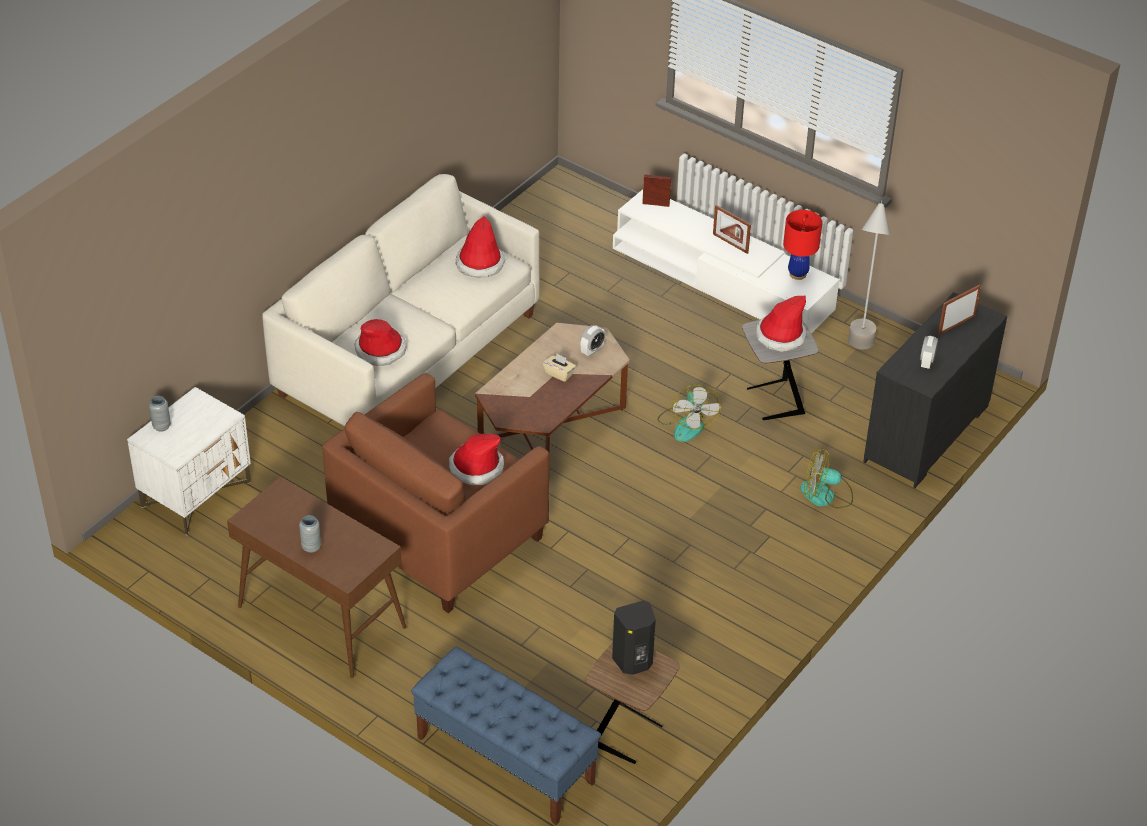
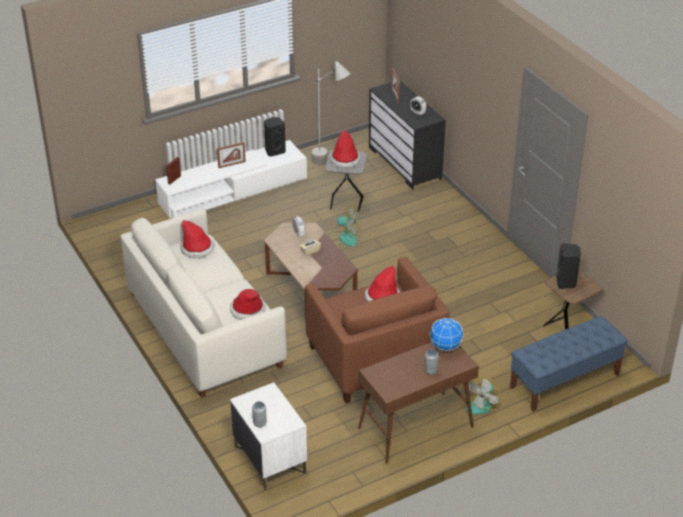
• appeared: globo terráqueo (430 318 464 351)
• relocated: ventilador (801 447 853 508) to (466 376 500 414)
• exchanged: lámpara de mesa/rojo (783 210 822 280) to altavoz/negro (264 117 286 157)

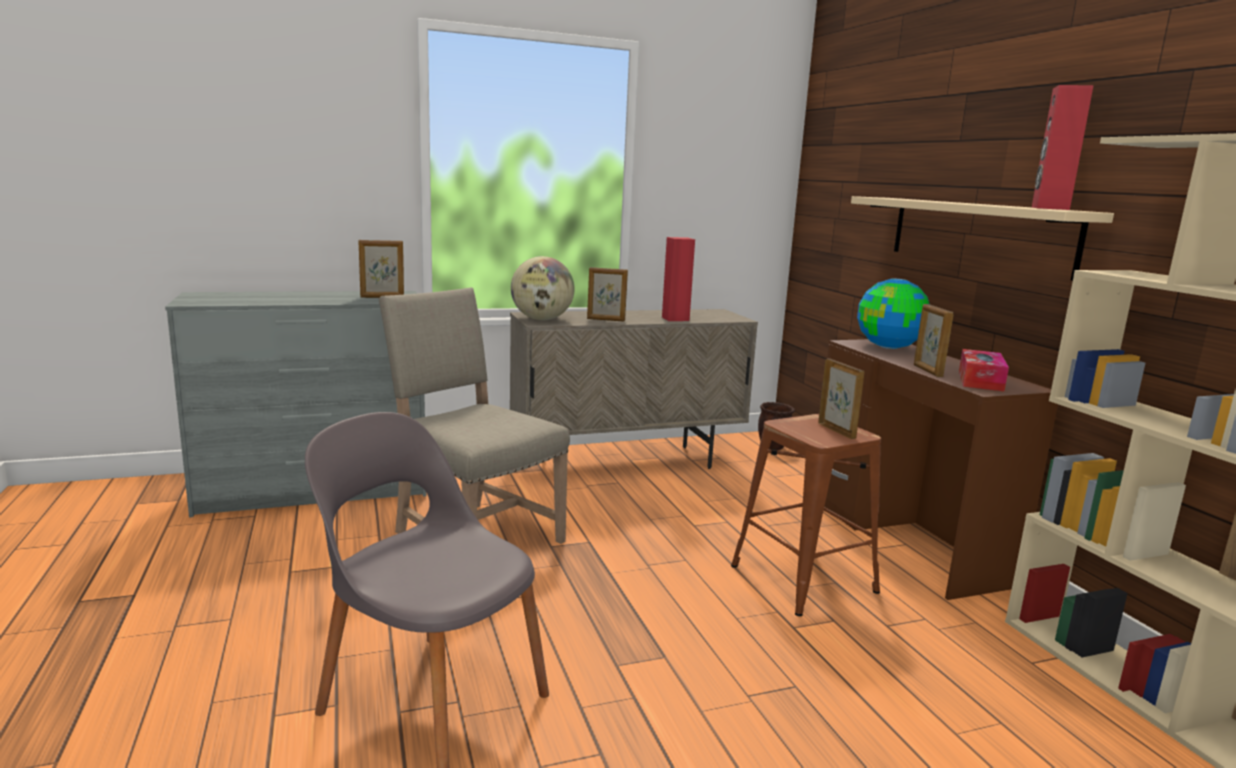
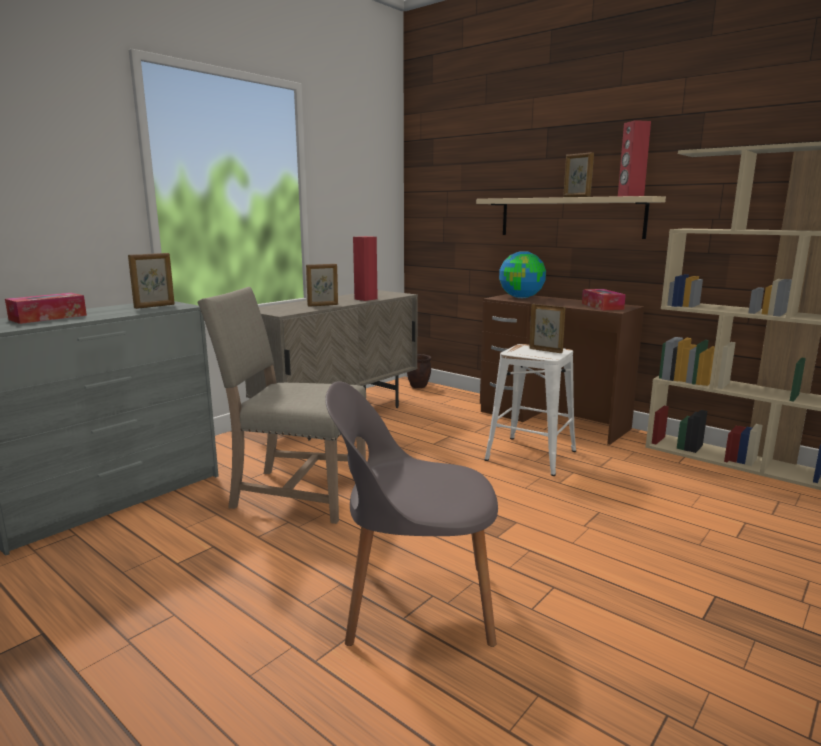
• missing: globo terráqueo (511 256 575 320)
• appeared: caja de pañuelos (5 293 87 324)
• relocated: portarretratos (914 304 954 377) to (563 152 594 197)
• colour: taburete/marrón (731 414 881 616) to taburete/blanco (485 344 576 476)

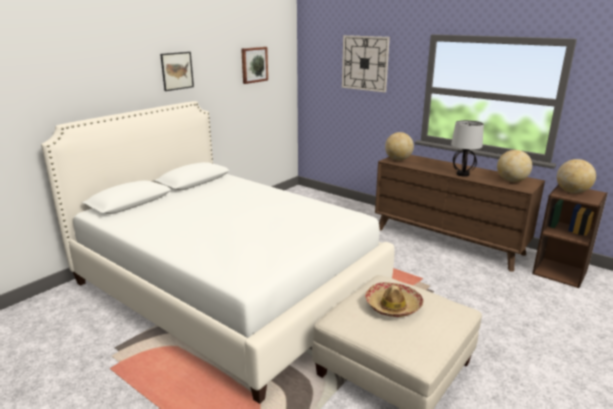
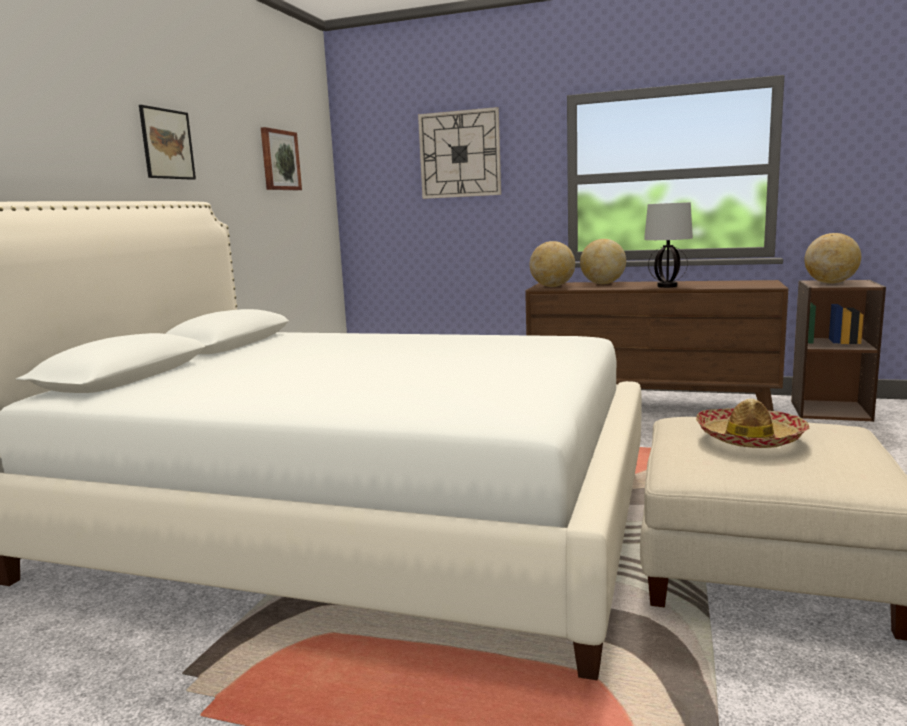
• relocated: globo terráqueo (497 150 532 182) to (580 239 626 284)

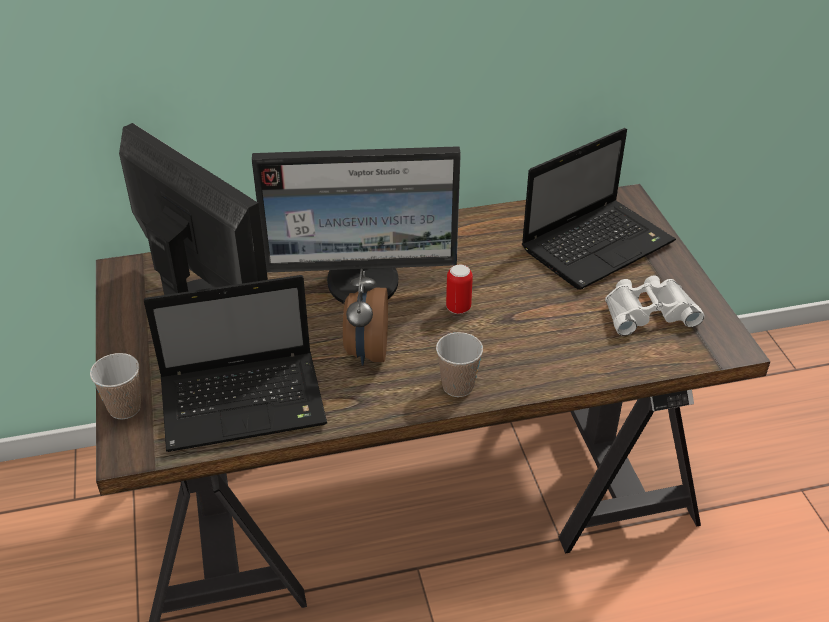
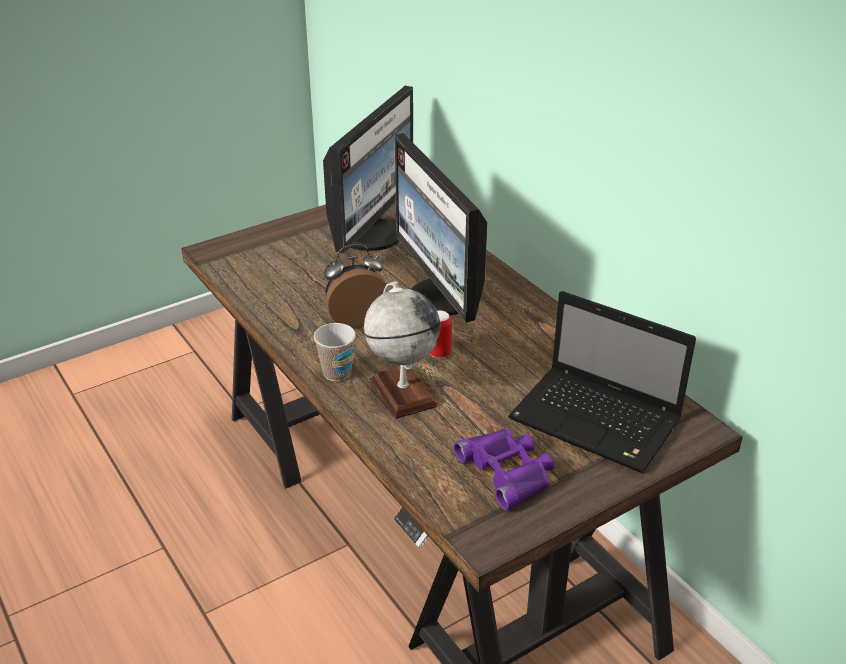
• missing: taza (90 353 141 419)
• missing: portátil (144 275 327 452)
• appeared: globo terráqueo (364 282 441 419)
• colour: prismáticos/blanco (605 276 704 336) to prismáticos/morado (454 428 554 510)

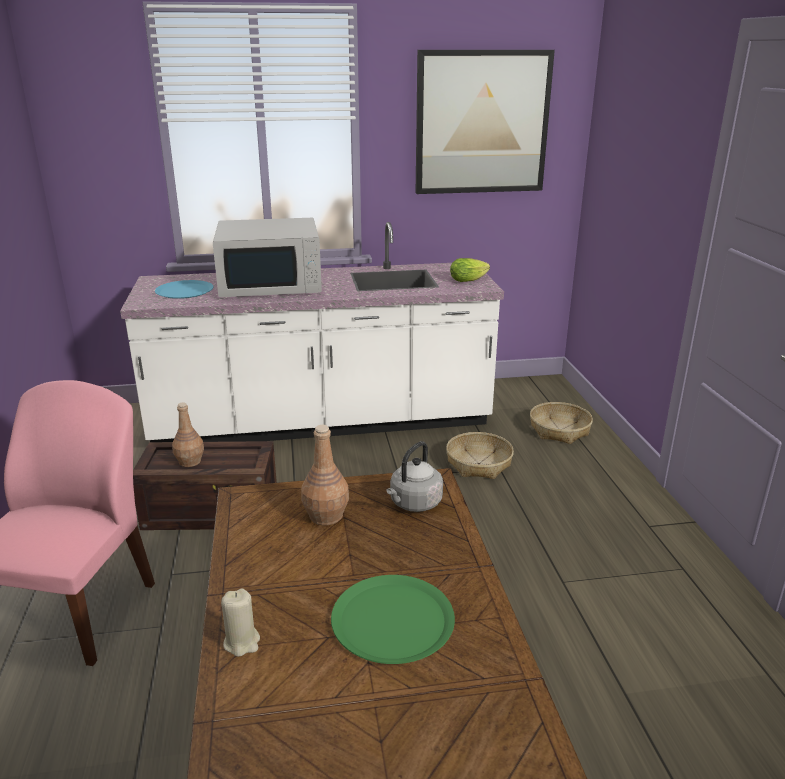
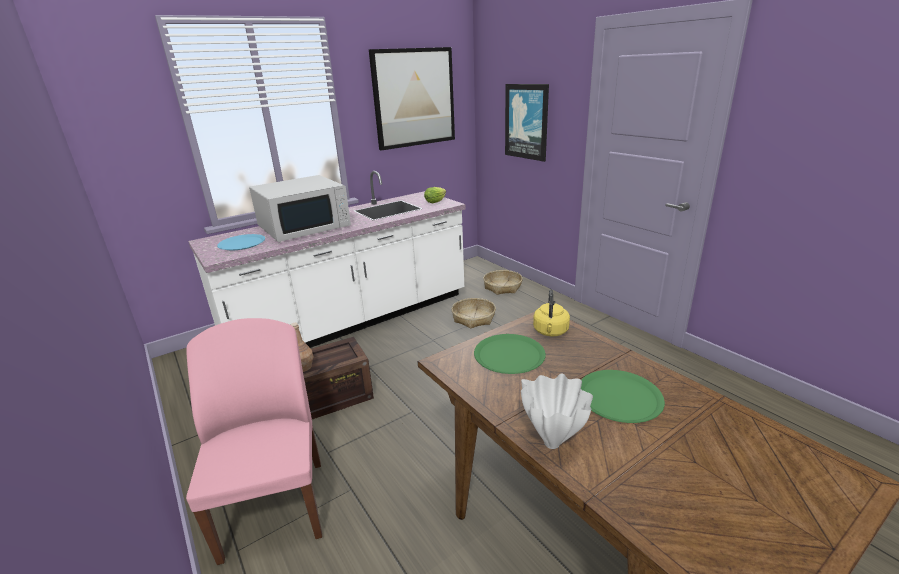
• appeared: cuadro (505 84 549 162)
• exchanged: vela/beis (221 589 260 657) to florero/blanco (521 373 593 449)
• exchanged: botella/marrón (301 425 349 525) to plato/verde (474 334 546 374)
• colour: hervidor/gris (386 441 443 512) to hervidor/amarillo (533 289 570 336)

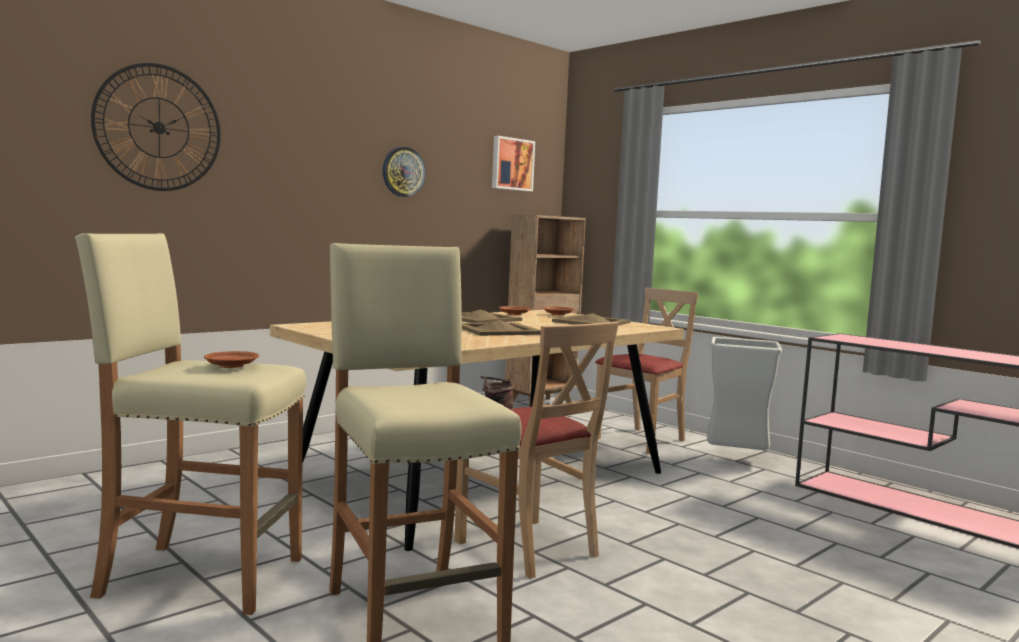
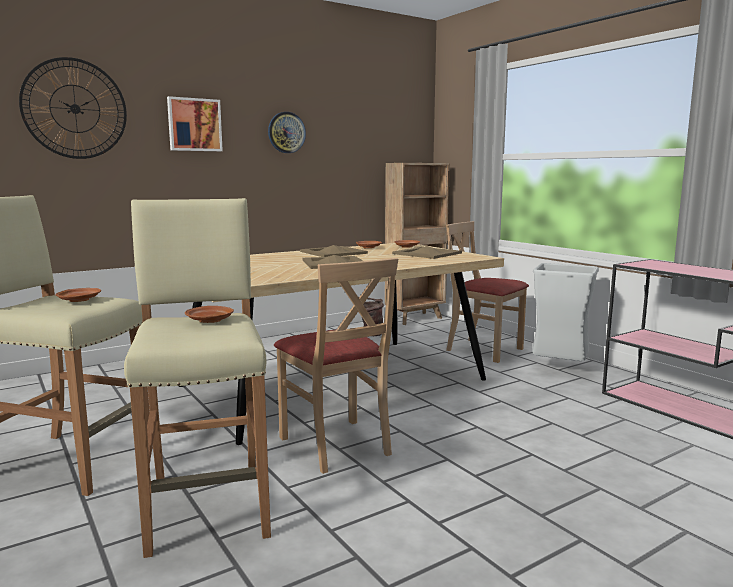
• appeared: plato/marrón (185 306 234 323)
• relocated: cuadro (492 136 535 192) to (167 96 223 151)
• spun: silla/beis (595 287 698 454) = (446 221 529 363) 105 degrees counterclockwise

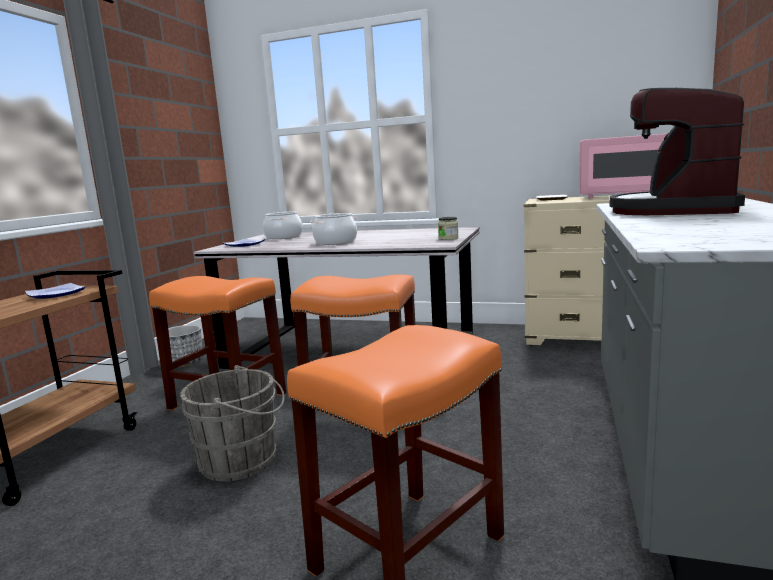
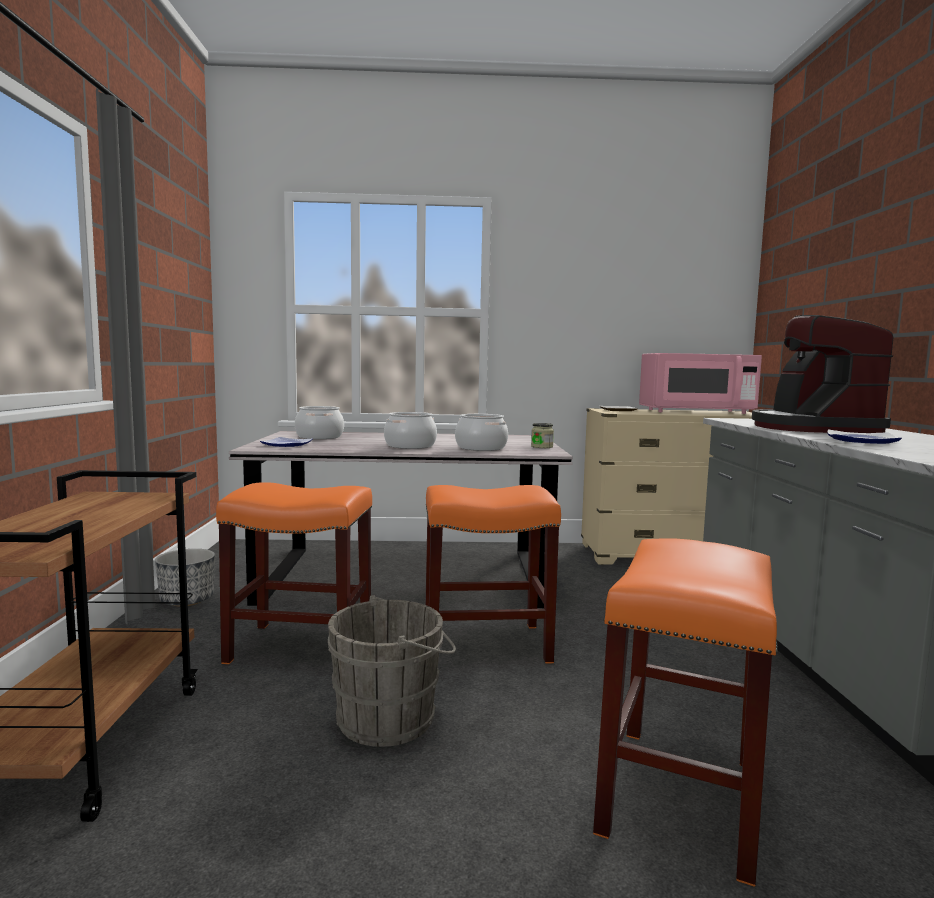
• appeared: olla (455 414 508 451)
• relocated: plato (25 283 85 299) to (827 430 902 444)

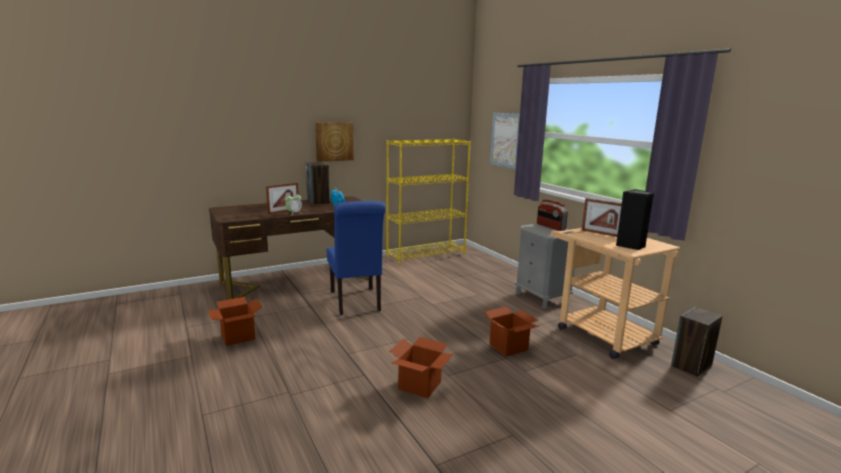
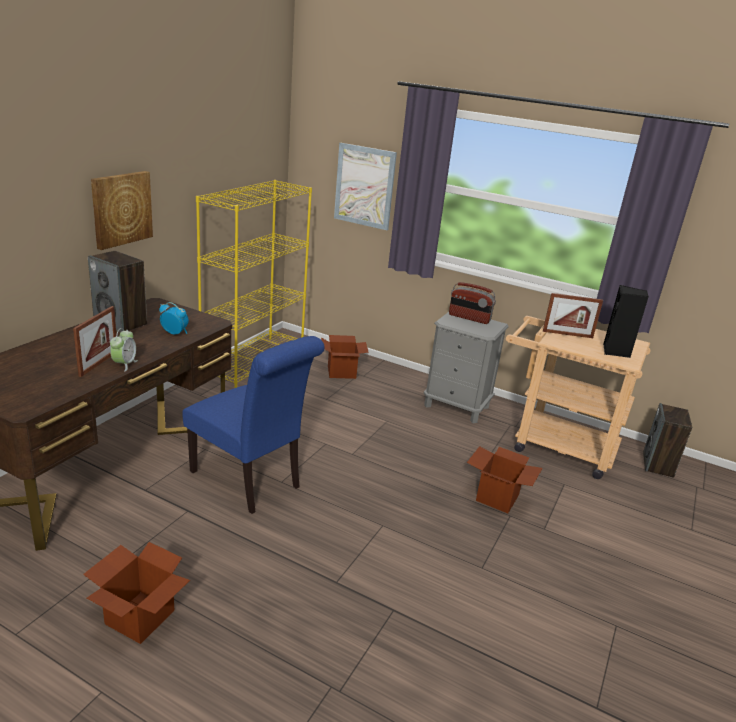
• relocated: caja de cartón (390 337 453 398) to (321 335 369 379)

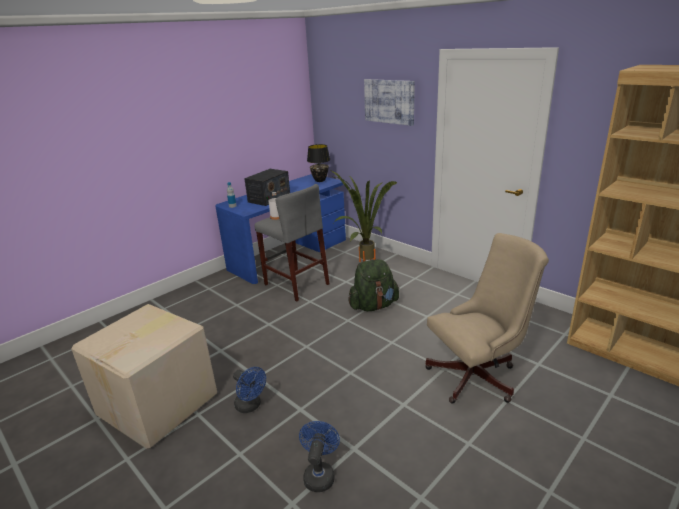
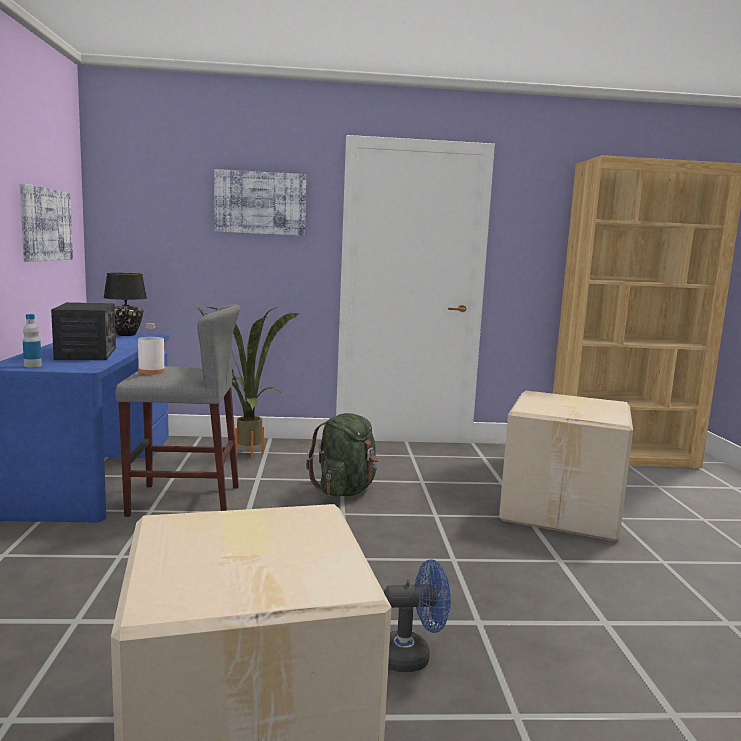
• missing: ventilador/azul (299 421 340 492)
• appeared: cuadro (19 183 73 262)
• exchanged: silla de oficina/beis (425 233 549 404) to caja de cartón (499 390 633 541)

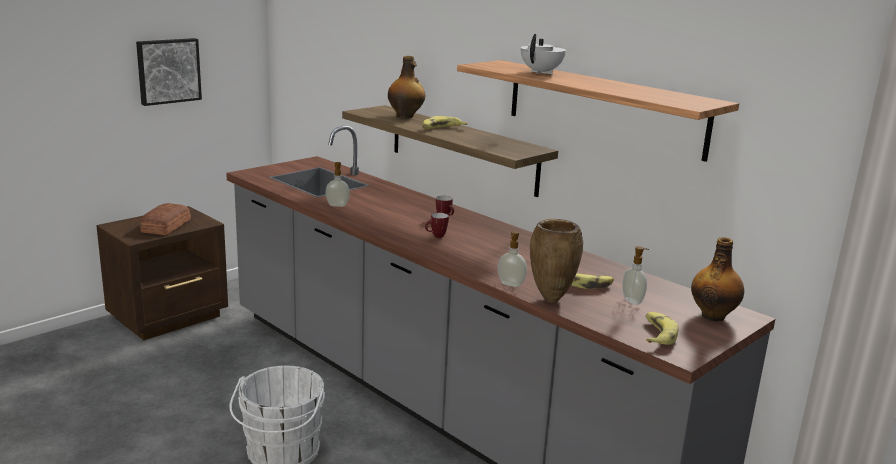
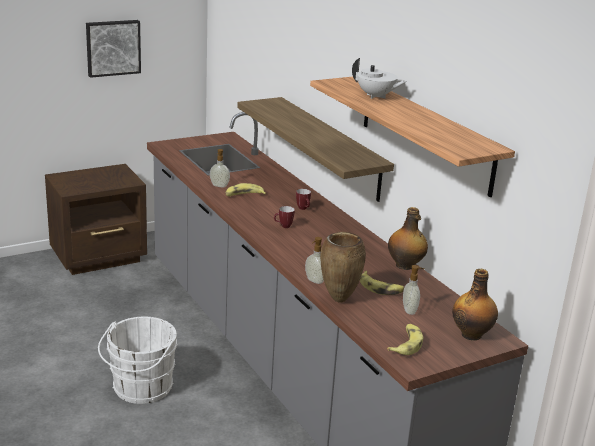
• missing: pan (140 203 191 235)
• relocated: botella (388 56 425 118) to (388 207 428 270)
• relocated: plátano (423 116 467 129) to (226 183 266 196)
• spun: tetera/blanco (521 34 566 74) = (352 58 407 99) 75 degrees clockwise

